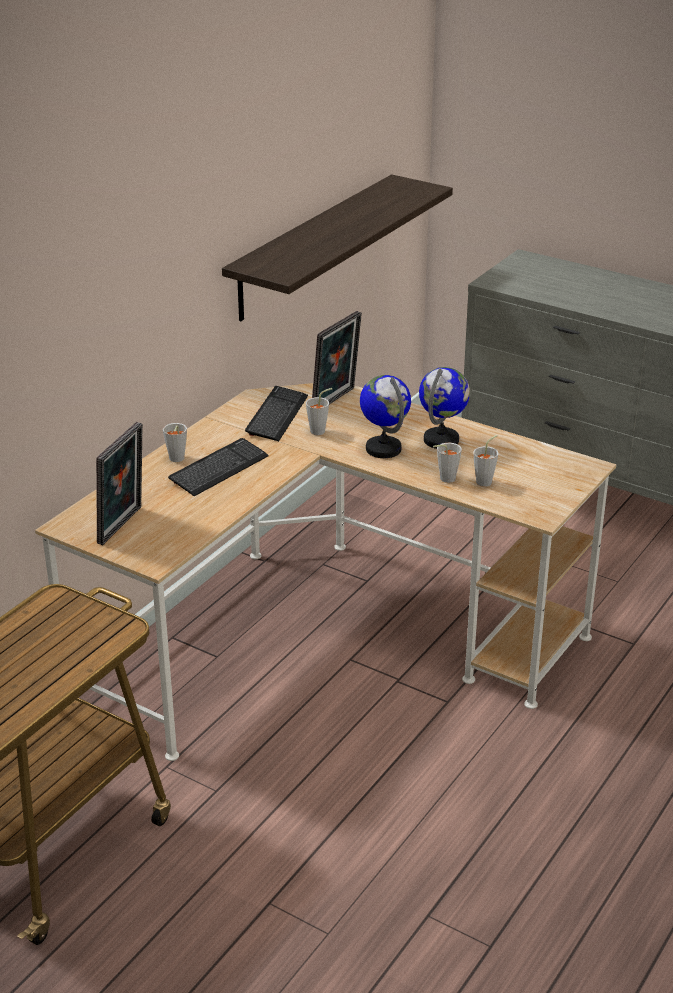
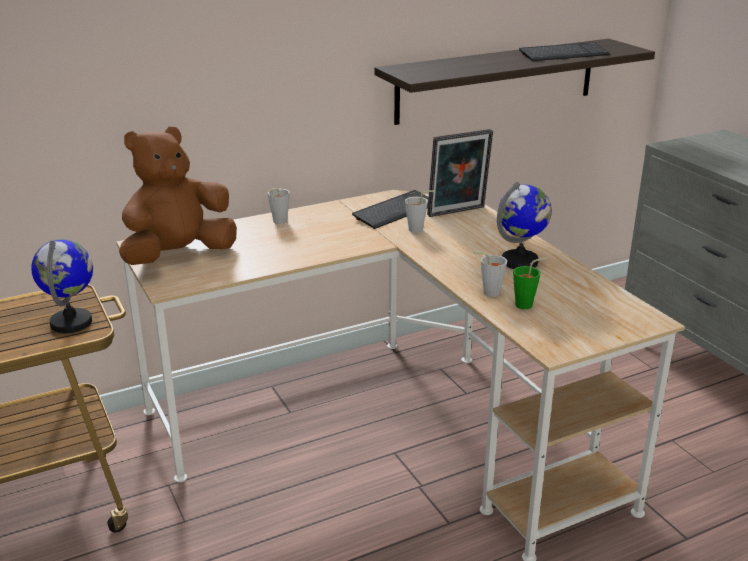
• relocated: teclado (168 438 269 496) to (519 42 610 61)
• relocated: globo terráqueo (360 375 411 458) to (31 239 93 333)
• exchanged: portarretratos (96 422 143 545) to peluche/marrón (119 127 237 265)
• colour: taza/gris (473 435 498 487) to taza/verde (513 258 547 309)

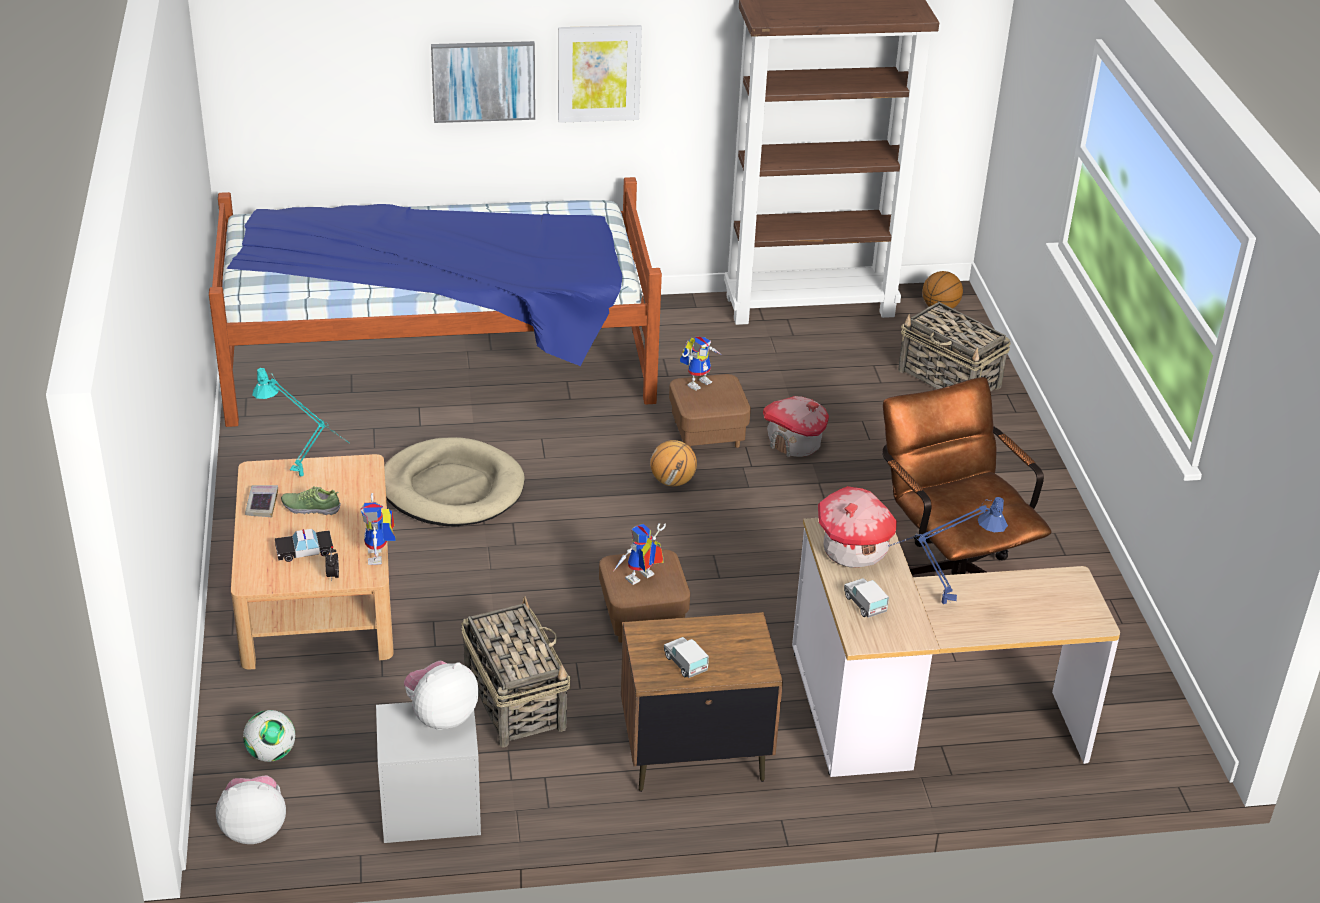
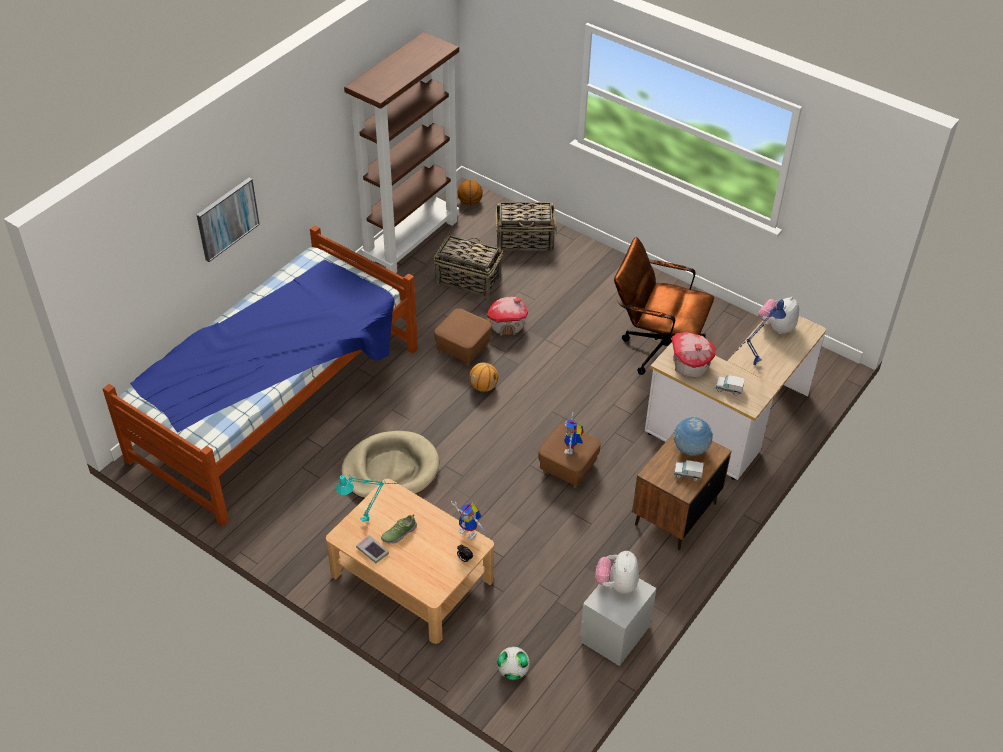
• missing: coche de juguete (275 529 333 562)
• missing: cuadro (558 25 642 123)
• missing: robot de juguete (680 337 720 391)
• appeared: globo terráqueo (673 417 713 456)
• relocated: peluche (216 775 286 844) to (758 297 799 334)
• relocated: cesta (461 596 571 748) to (434 232 503 298)

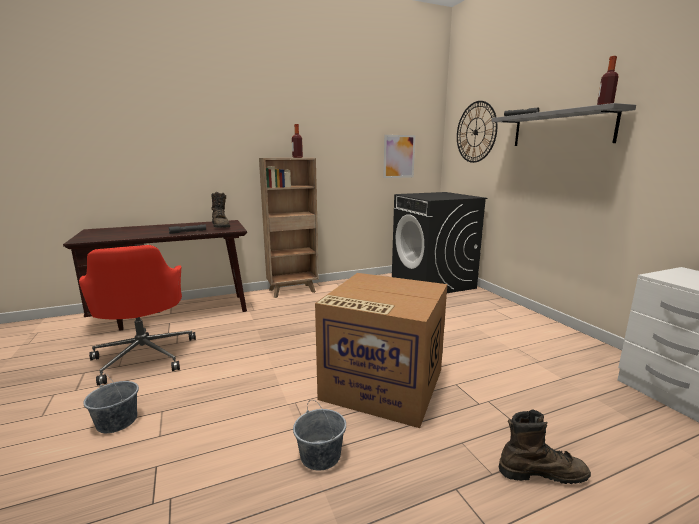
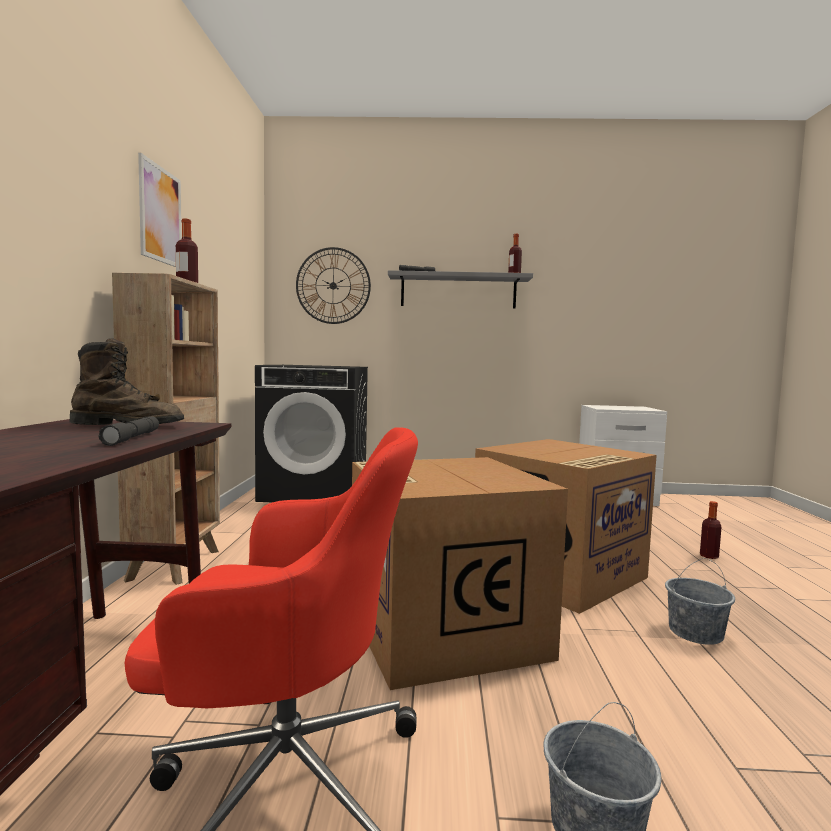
• appeared: caja de cartón (352 457 568 690)
• relocated: cuadro (383 135 415 178) to (138 153 181 267)
• exchanged: bota/marrón (499 409 591 484) to botella (700 501 721 559)

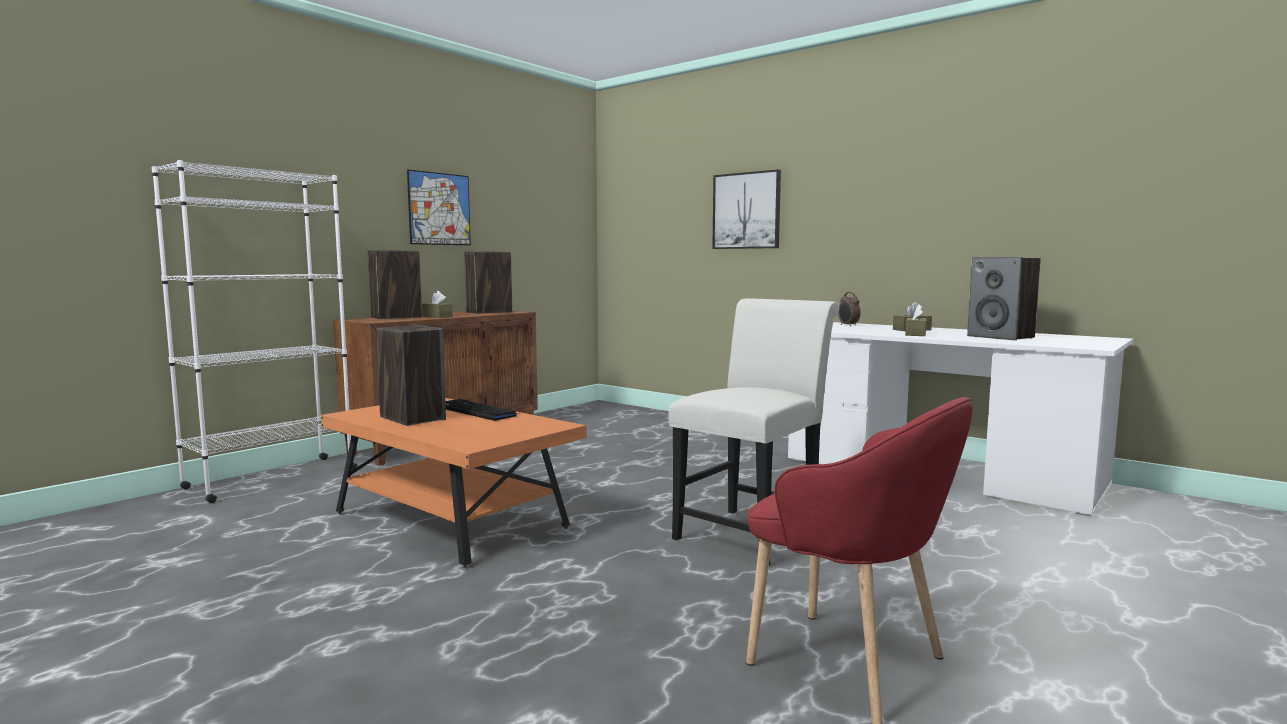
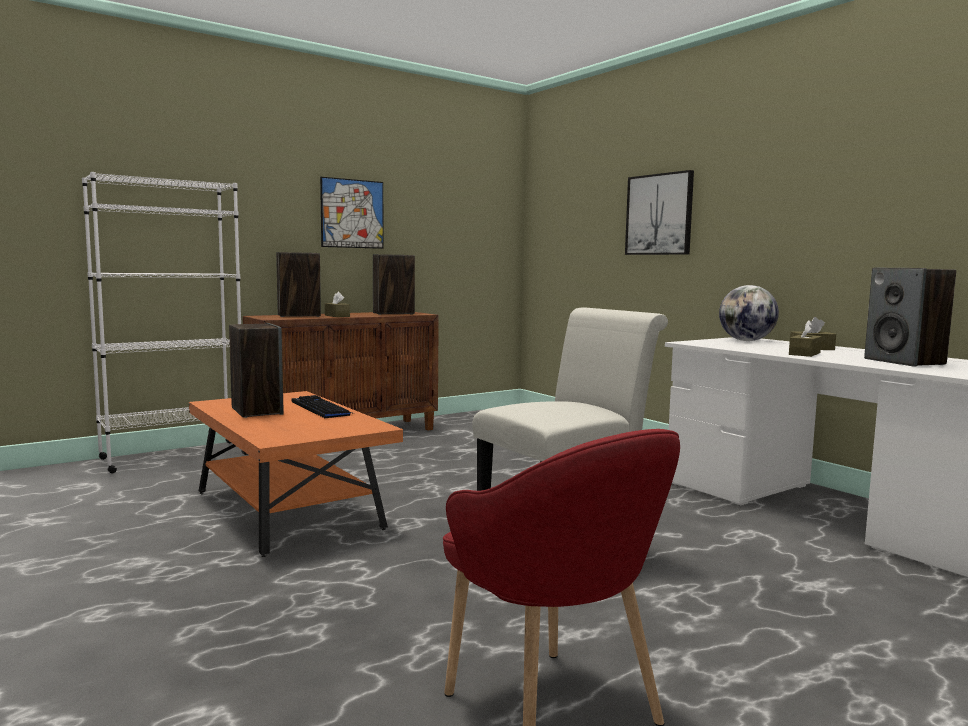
• exchanged: despertador (838 292 861 326) to globo terráqueo (719 285 779 341)

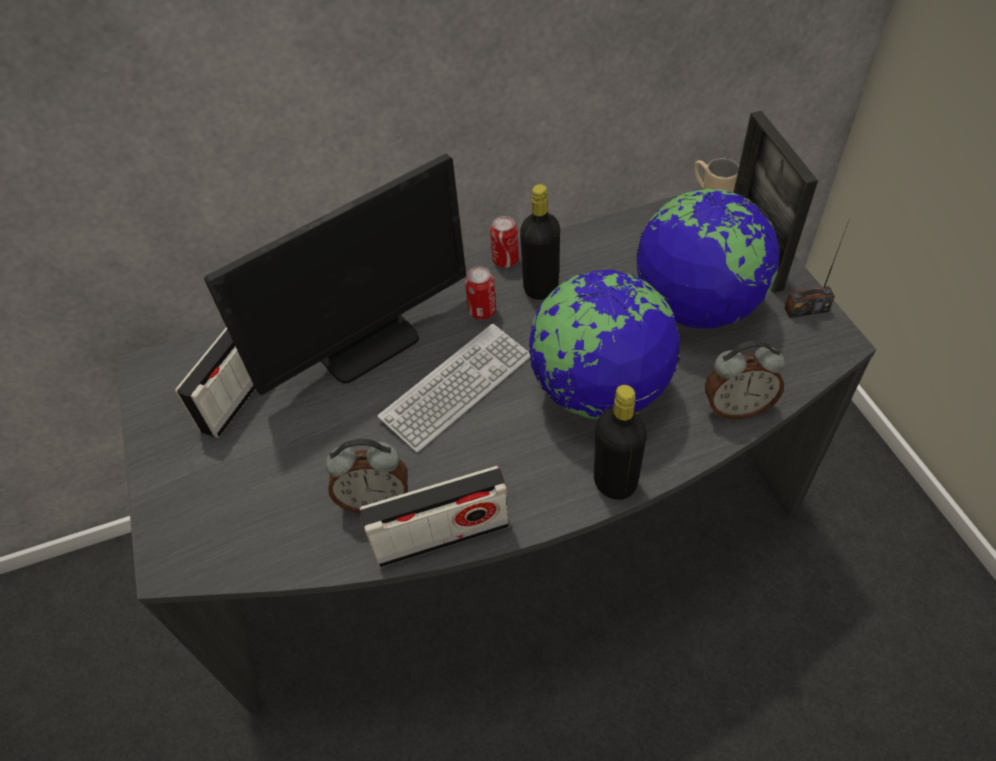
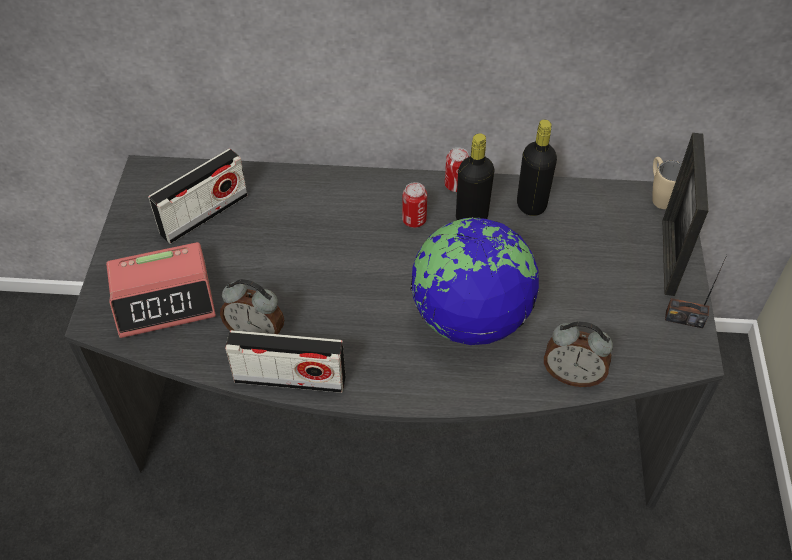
• missing: monitor (204 154 466 395)
• missing: teclado (378 324 530 453)
• missing: globo terráqueo (636 188 779 328)
• appeared: despertador (106 242 216 338)
• relocated: botella/negro (594 385 647 500) to (517 120 557 216)

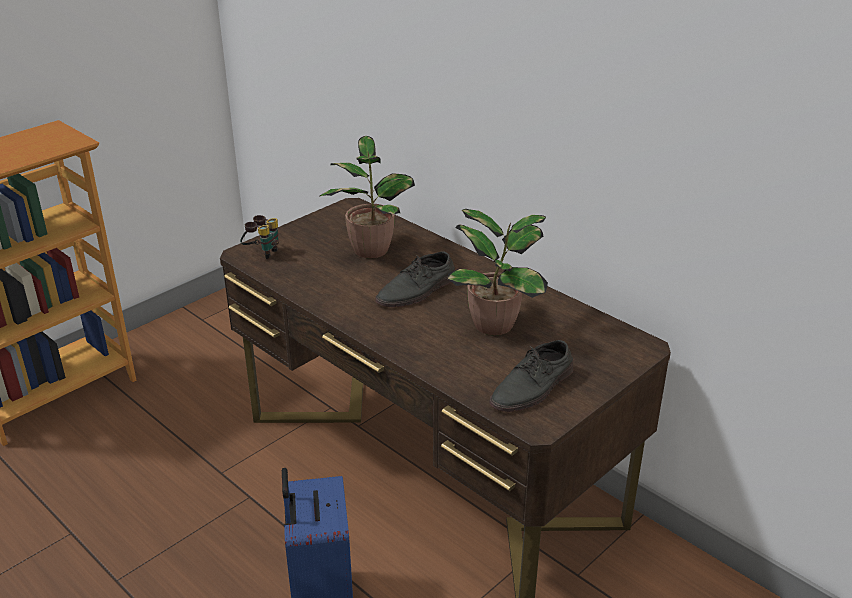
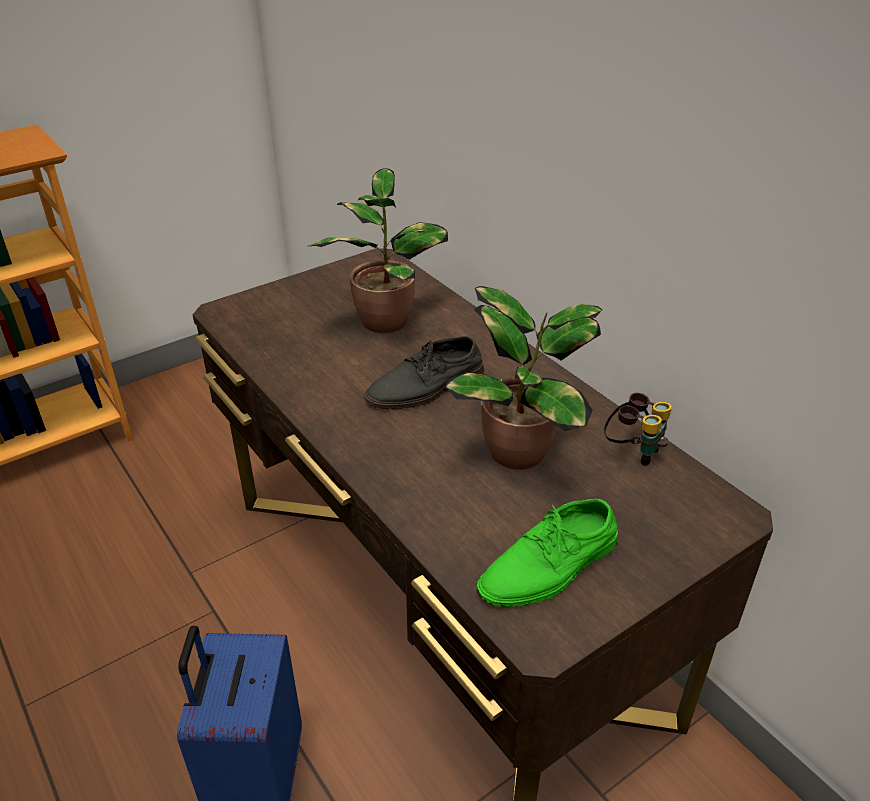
• relocated: prismáticos (240 215 279 259) to (604 393 672 466)
• colour: zapato/gris (489 340 573 412) to zapato/verde (476 499 618 607)

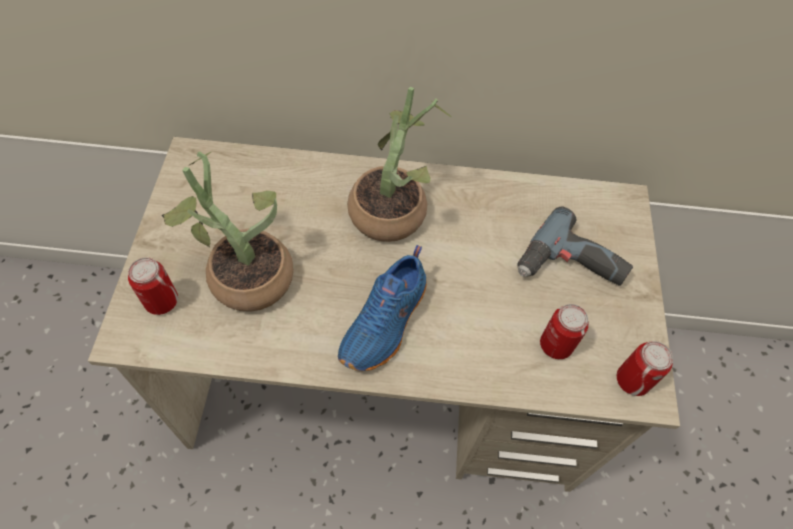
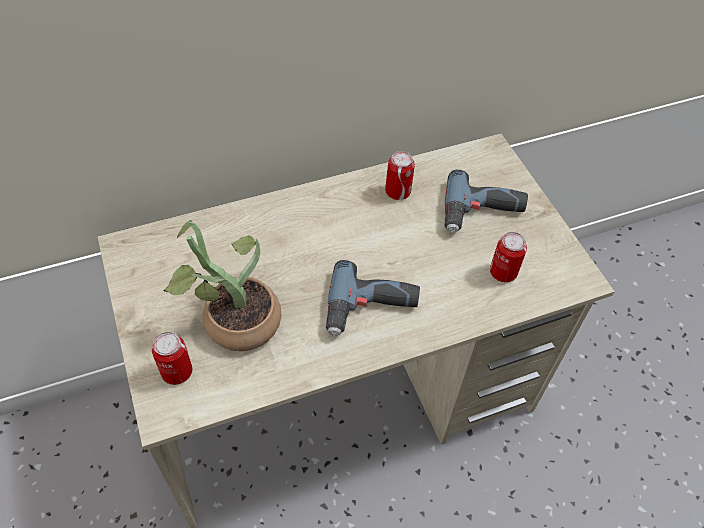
• missing: planta en maceta (347 87 452 242)
• relocated: lata (617 341 673 396) to (385 151 415 200)
• exchanged: zapato/azul (338 245 427 371) to taladro (326 260 420 337)

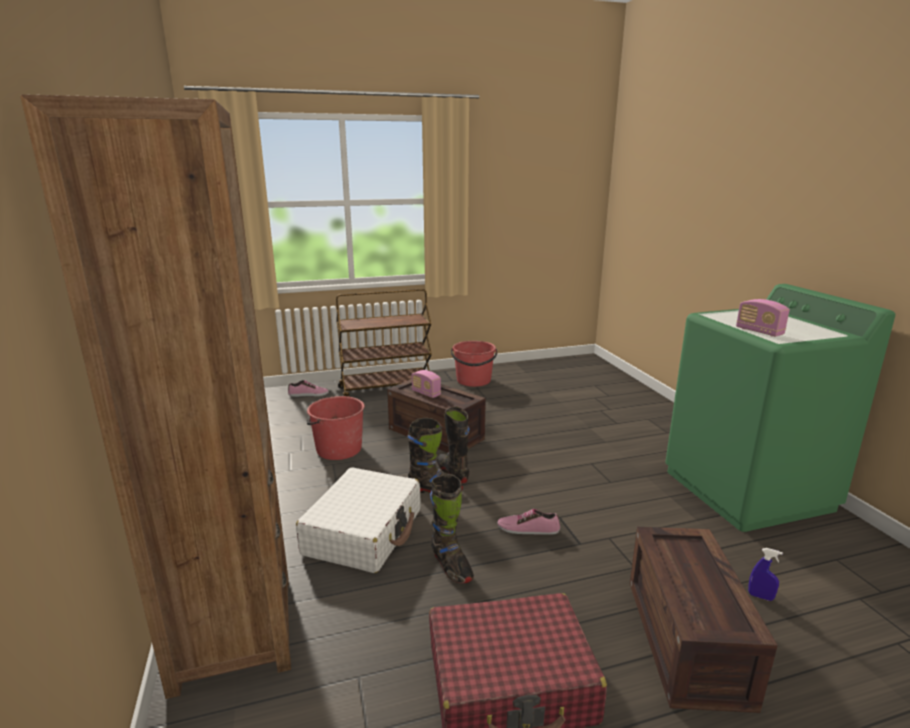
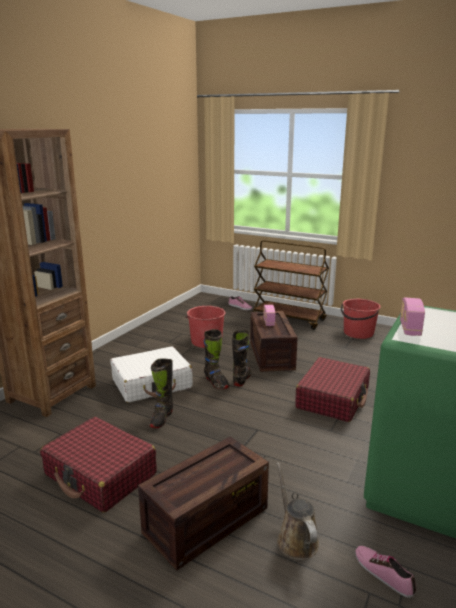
• appeared: maleta/rojo (295 357 370 422)
• relocated: zapato (497 509 560 535) to (355 546 416 598)
• exchanged: pulverizador/azul (748 548 783 601) to regadera/marrón (277 462 319 560)

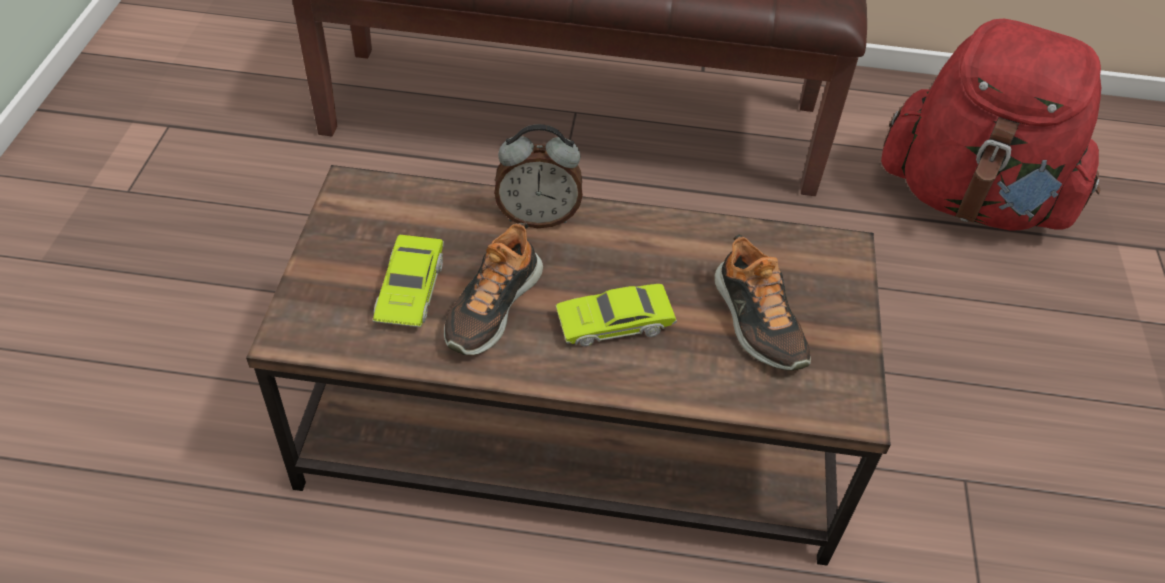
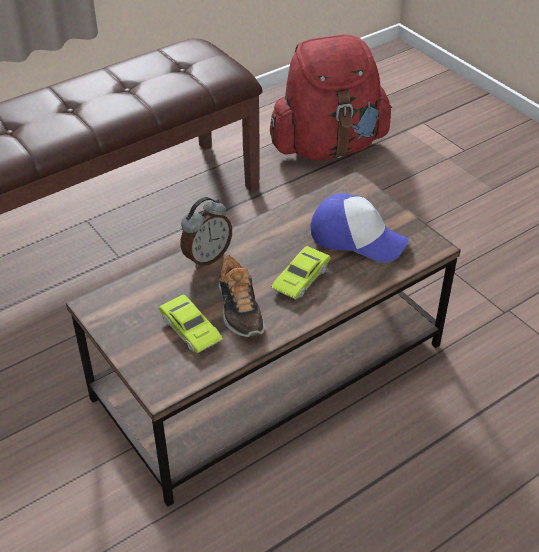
• exchanged: zapato (714 234 811 371) to gorra (311 193 409 263)

